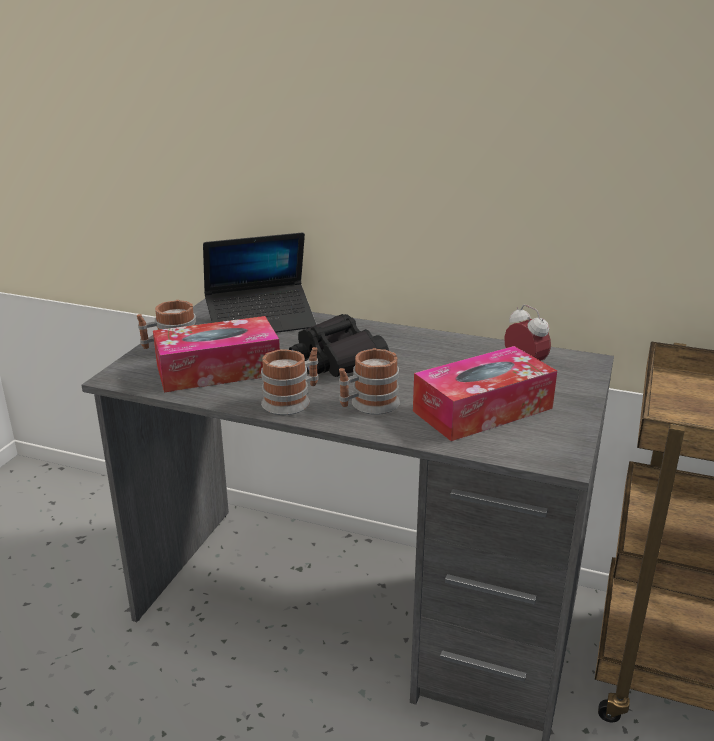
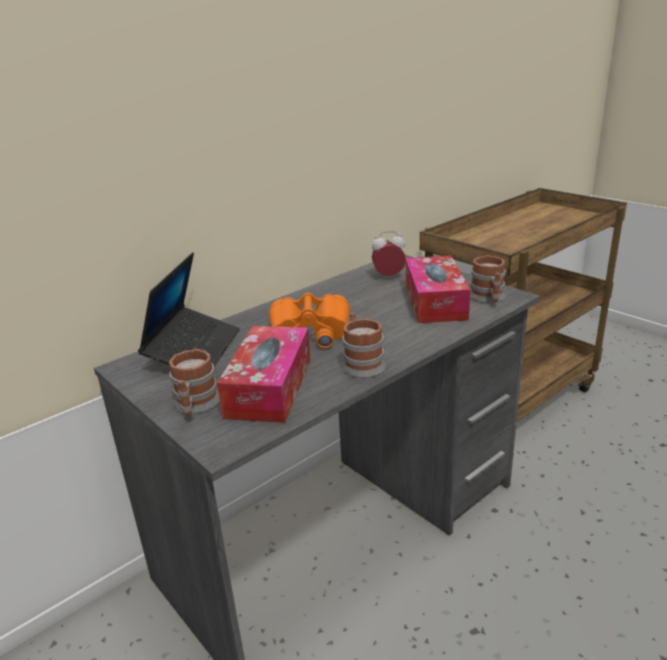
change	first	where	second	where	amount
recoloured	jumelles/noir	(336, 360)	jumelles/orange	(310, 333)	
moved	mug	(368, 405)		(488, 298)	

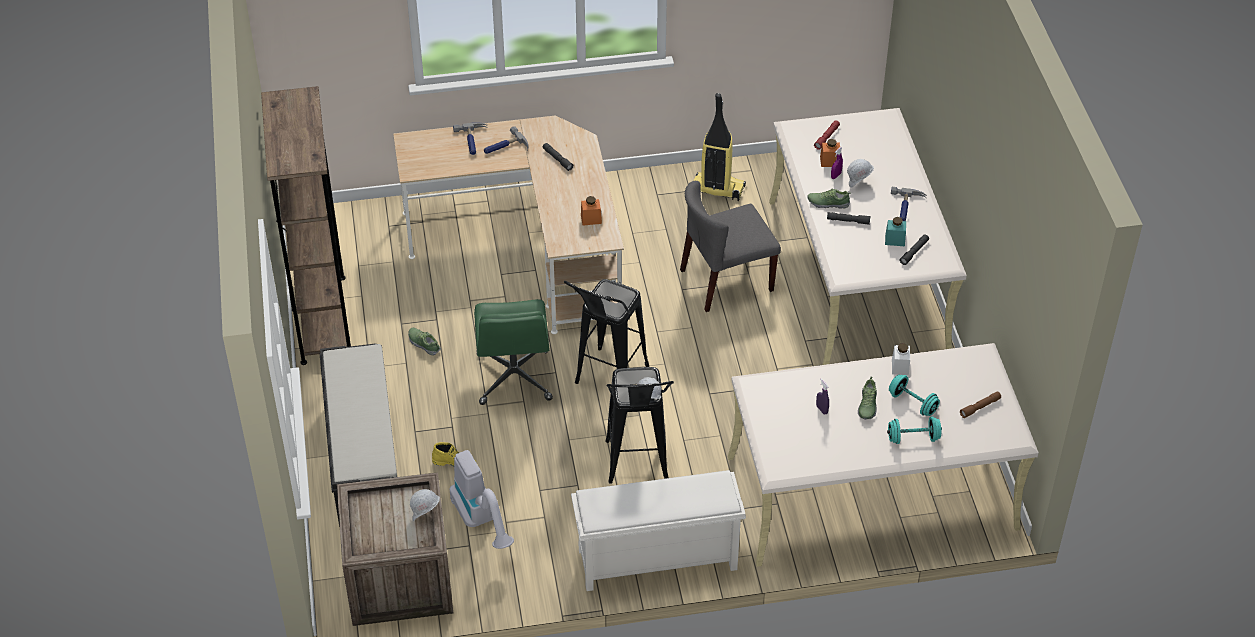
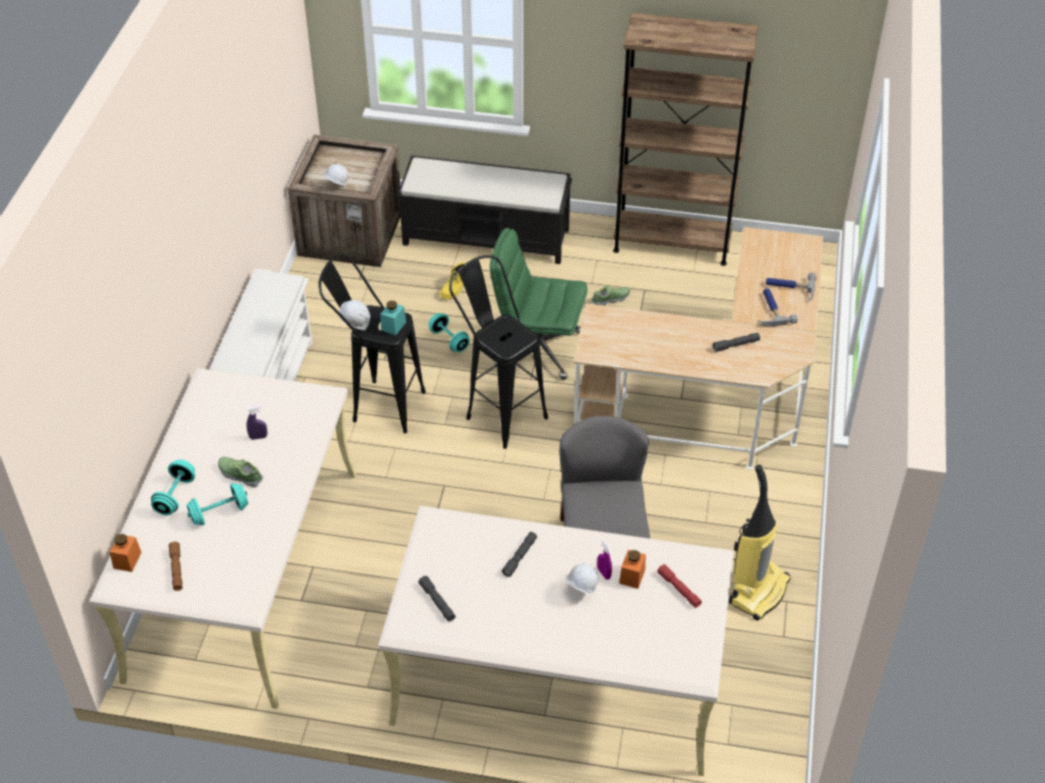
change	first	where	second	where	amount
moved	bocal/orange	(591, 219)		(127, 560)	
moved	bocal/turquoise	(895, 240)		(393, 326)	
added			haltère/turquoise	(449, 340)	
removed	aspirateur	(482, 522)			
removed	chaussure	(828, 203)			
removed	marteau	(906, 208)			
removed	bocal/blanc	(900, 367)			

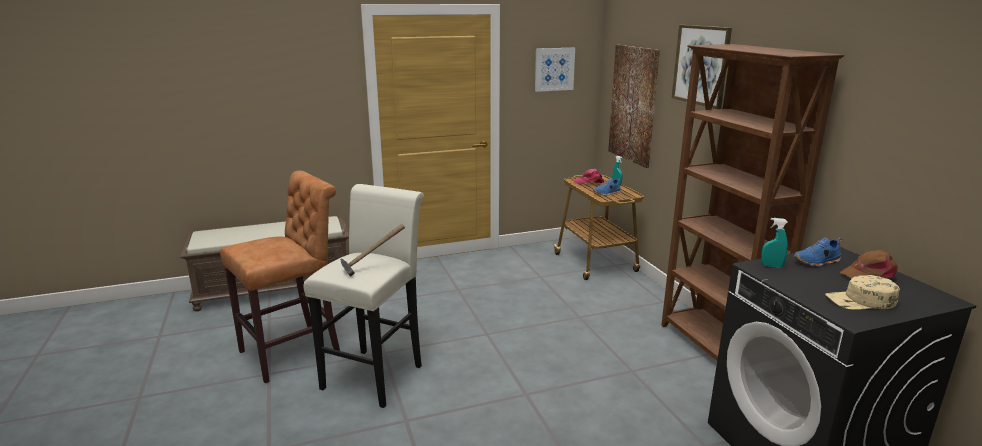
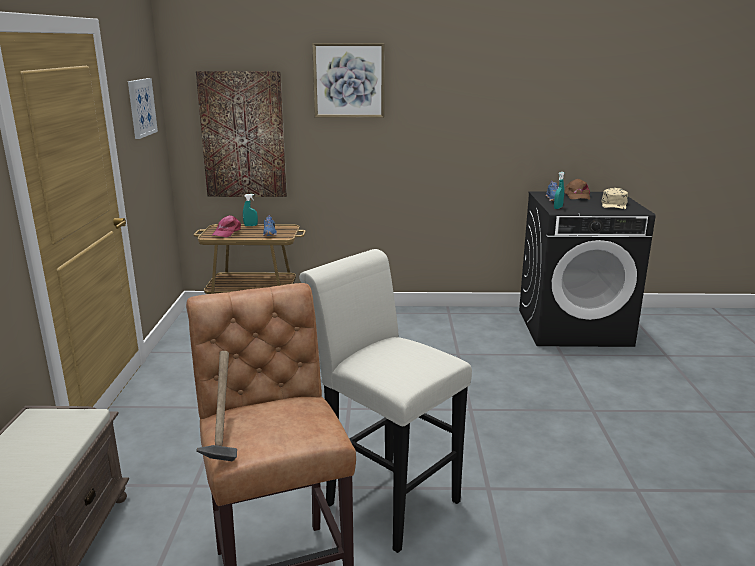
change	first	where	second	where	amount
moved	marteau	(372, 268)		(222, 438)	
removed	bibliothèque/marron	(714, 350)			

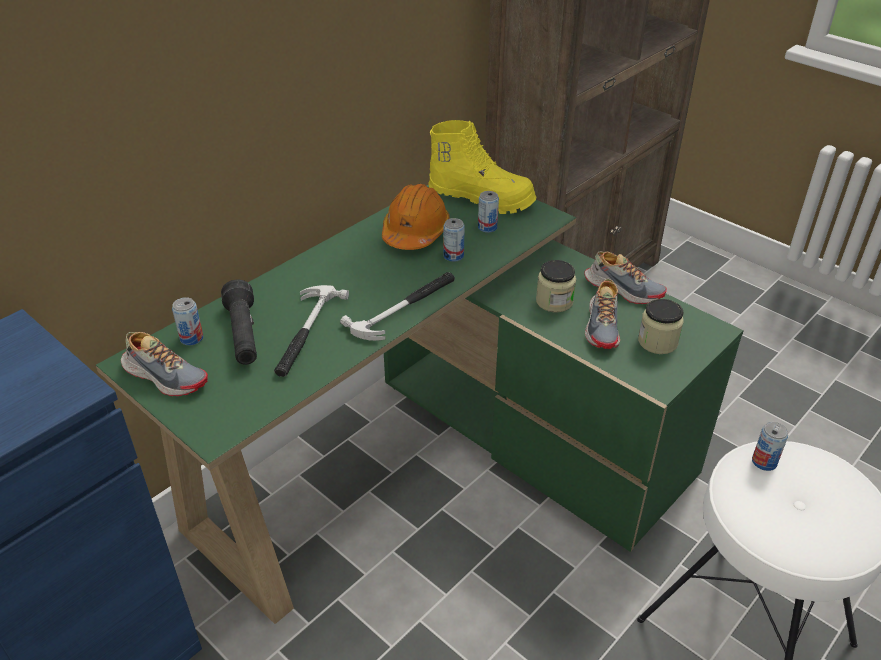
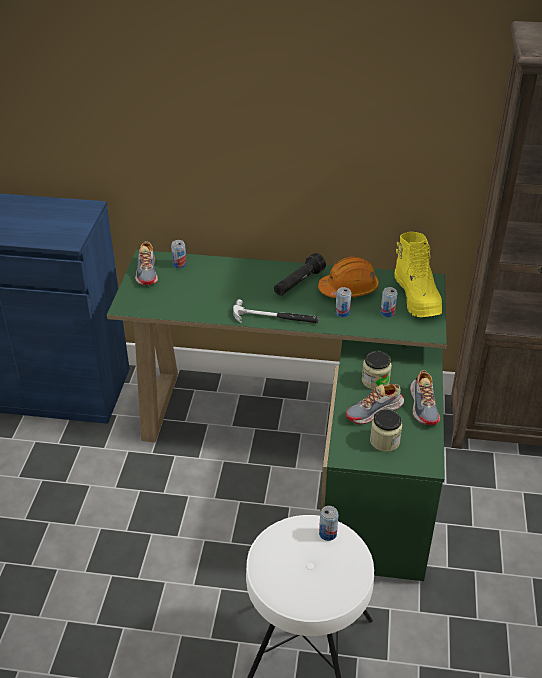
change	first	where	second	where	amount
moved	lampe de poche/noir	(243, 335)		(298, 283)	
removed	marteau	(305, 332)			

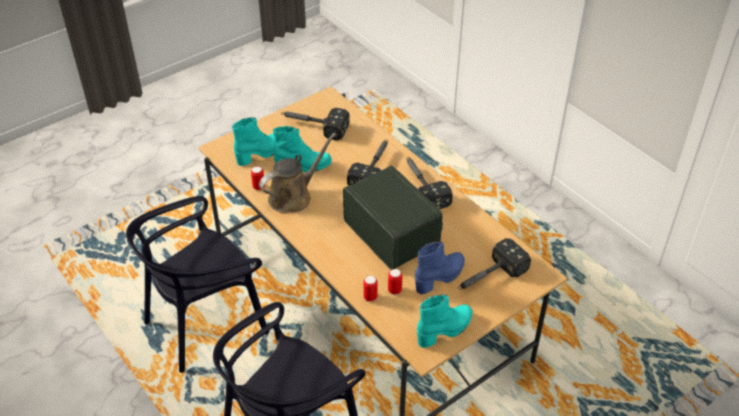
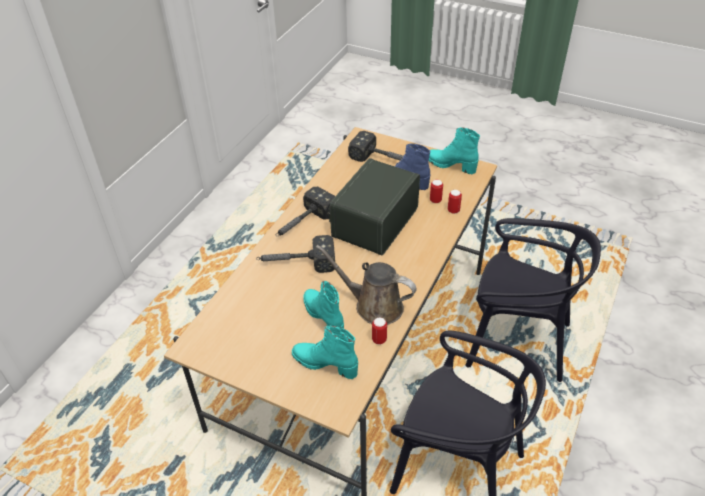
change	first	where	second	where	amount
removed	marteau	(313, 126)			

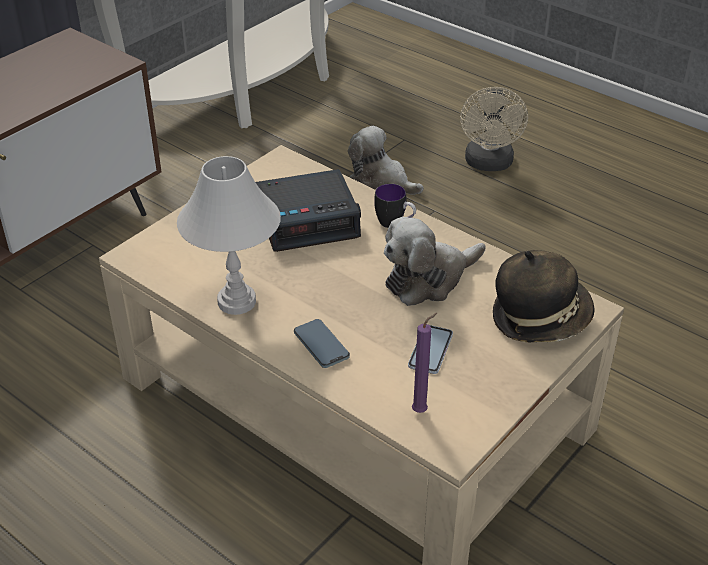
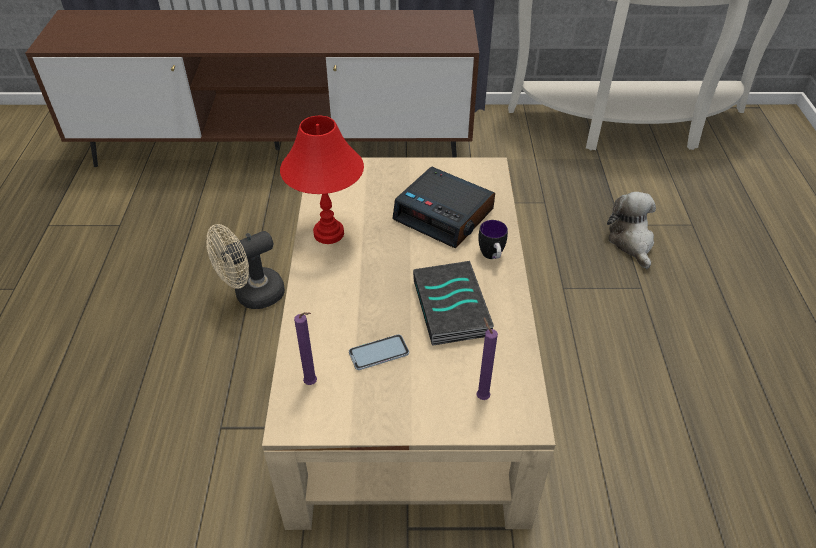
change	first	where	second	where	amount
moved	ventilateur/beige	(489, 164)		(252, 296)	
recoloured	lampe de table/blanc	(236, 302)	lampe de table/rouge	(328, 234)	
replaced	peluche	(428, 279)	livre	(453, 308)	
replaced	chapeau	(540, 317)	bougie/violet	(481, 396)	
removed	téléphone	(321, 346)			

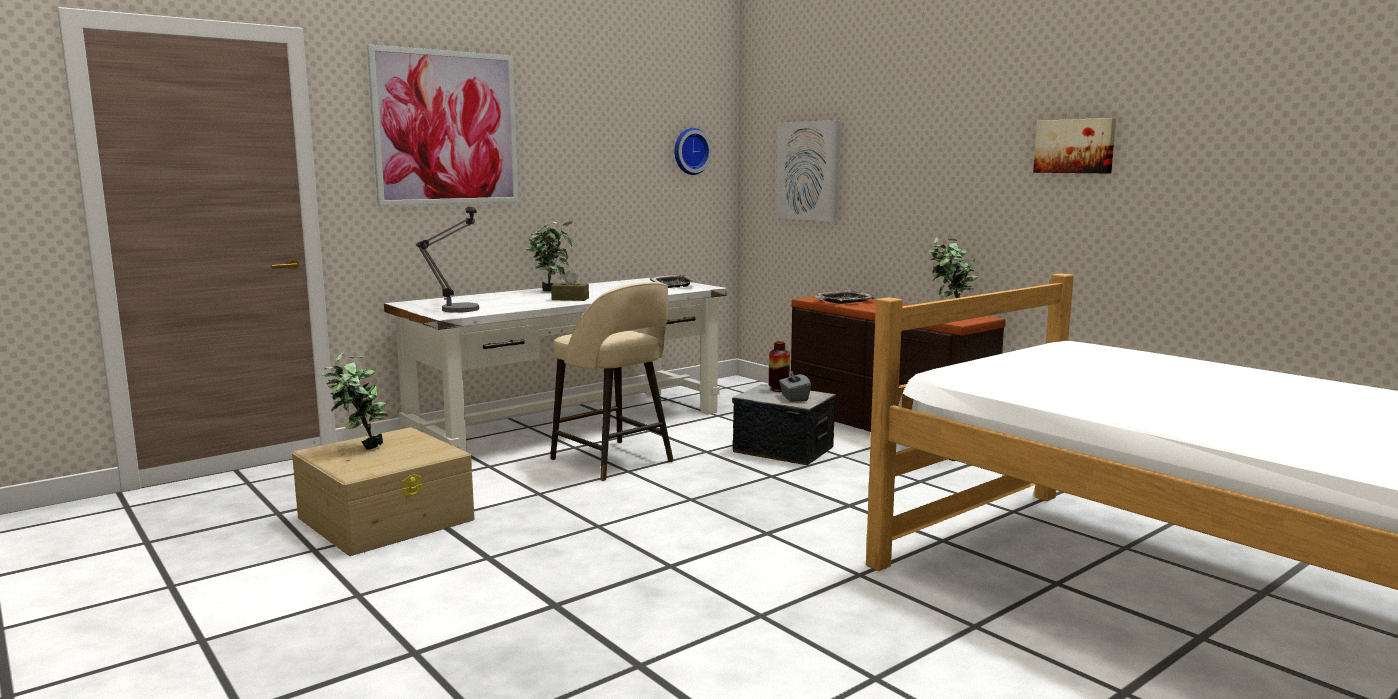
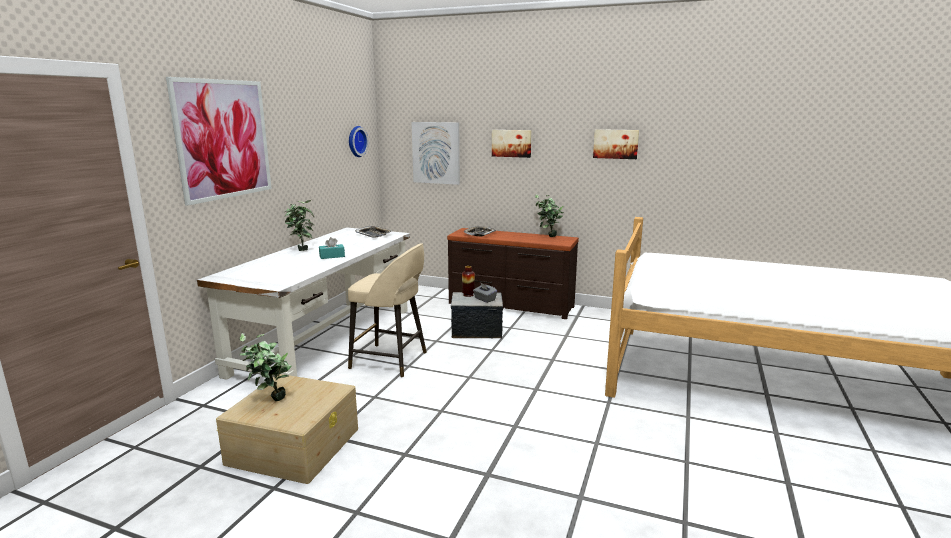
change	first	where	second	where	amount
recoloured	boîte à mouchoirs/marron	(570, 299)	boîte à mouchoirs/turquoise	(332, 256)	
added			tableau	(511, 143)	
removed	lampe de table	(462, 307)			

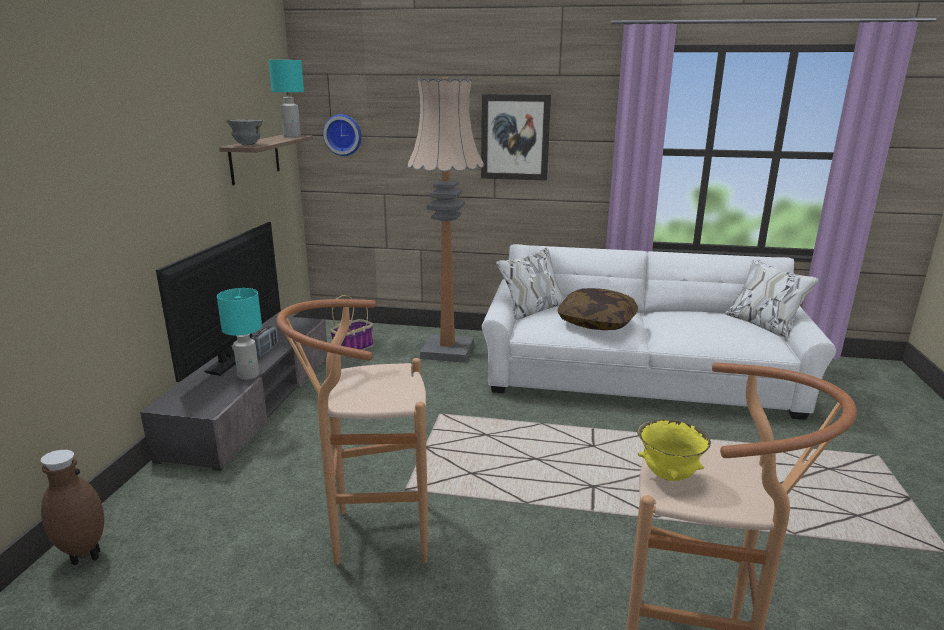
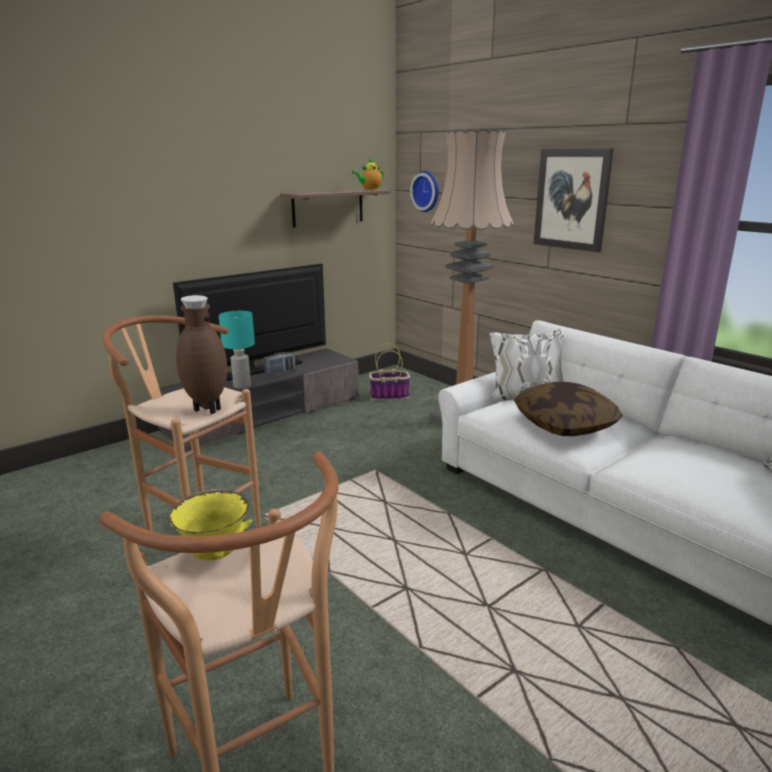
change	first	where	second	where	amount
moved	vase/marron	(83, 557)		(206, 409)	
replaced	lampe de table/turquoise	(292, 136)	théière	(369, 189)	
removed	bol/gris	(247, 145)			

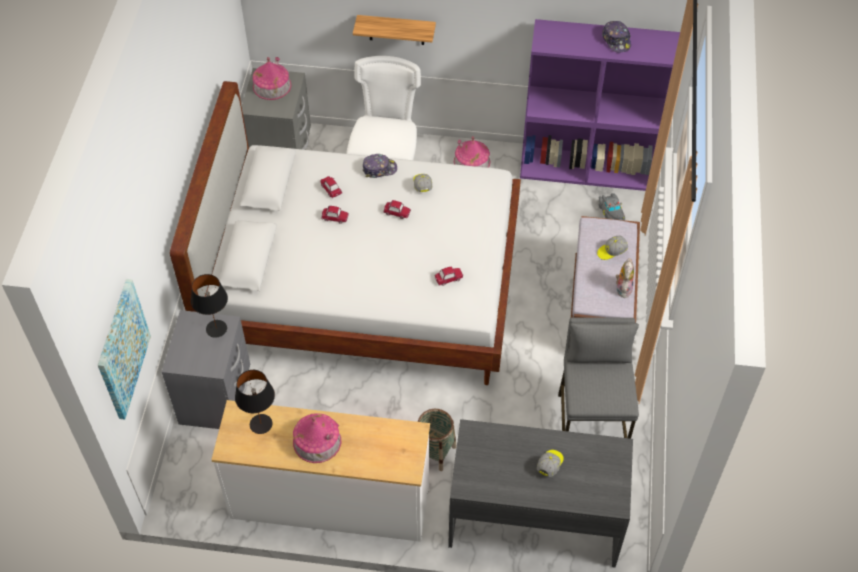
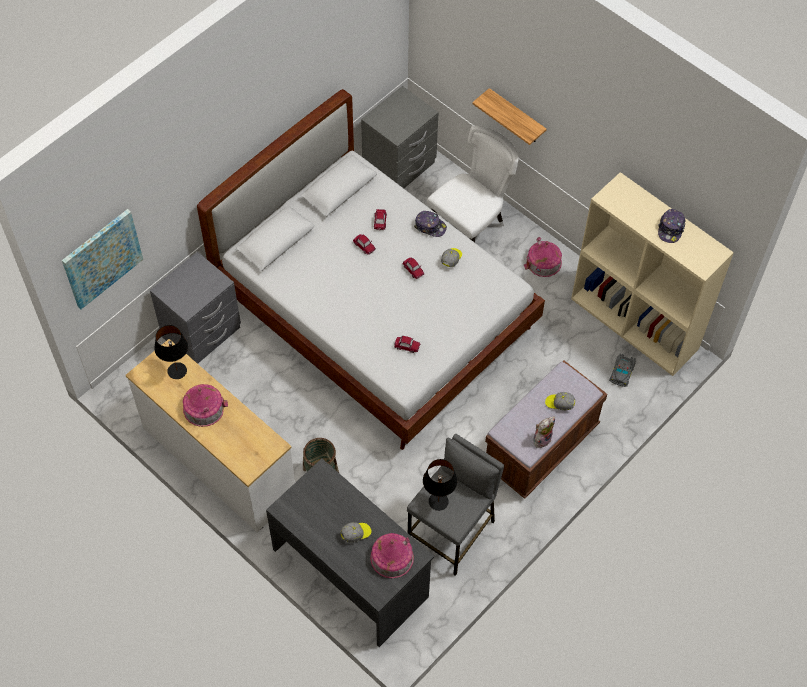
change	first	where	second	where	amount
moved	maison miniature	(272, 86)		(392, 557)	
moved	lampe de table/noir	(216, 329)		(438, 501)	
recoloured	bibliothèque/violet	(587, 168)	bibliothèque/beige	(635, 324)	

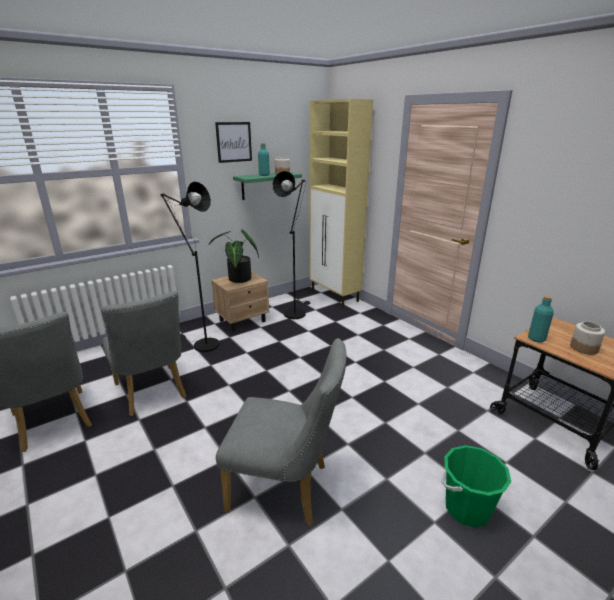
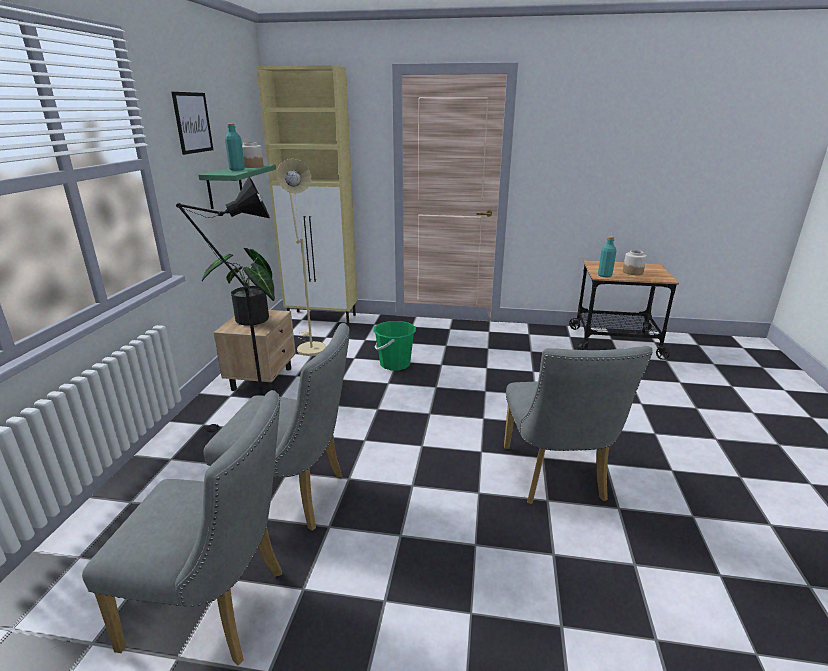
change	first	where	second	where	amount
recoloured	lampadaire/noir	(296, 312)	lampadaire/beige	(309, 347)	
moved	seau/vert	(467, 508)		(395, 364)	
turned	chaise/gris	(286, 488)		(556, 478)	120 degrees clockwise

